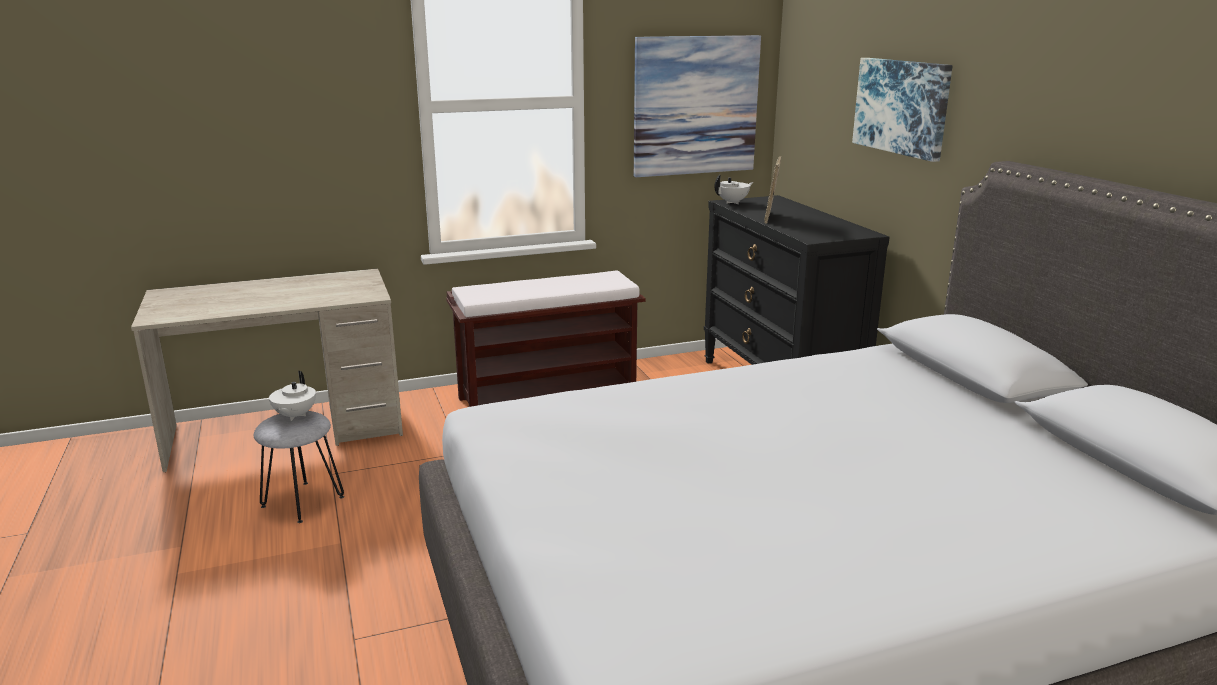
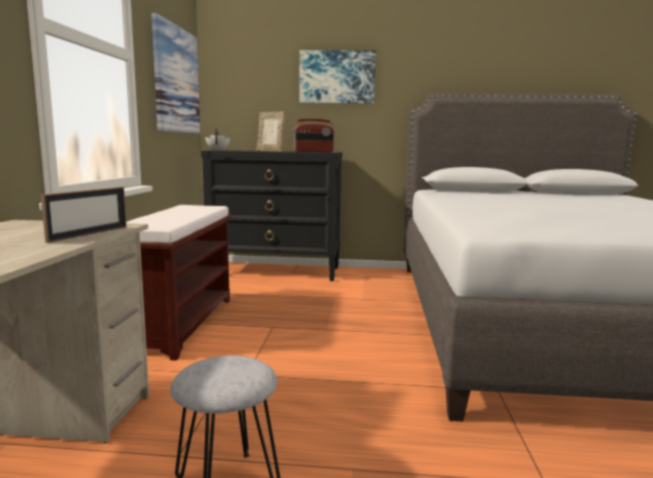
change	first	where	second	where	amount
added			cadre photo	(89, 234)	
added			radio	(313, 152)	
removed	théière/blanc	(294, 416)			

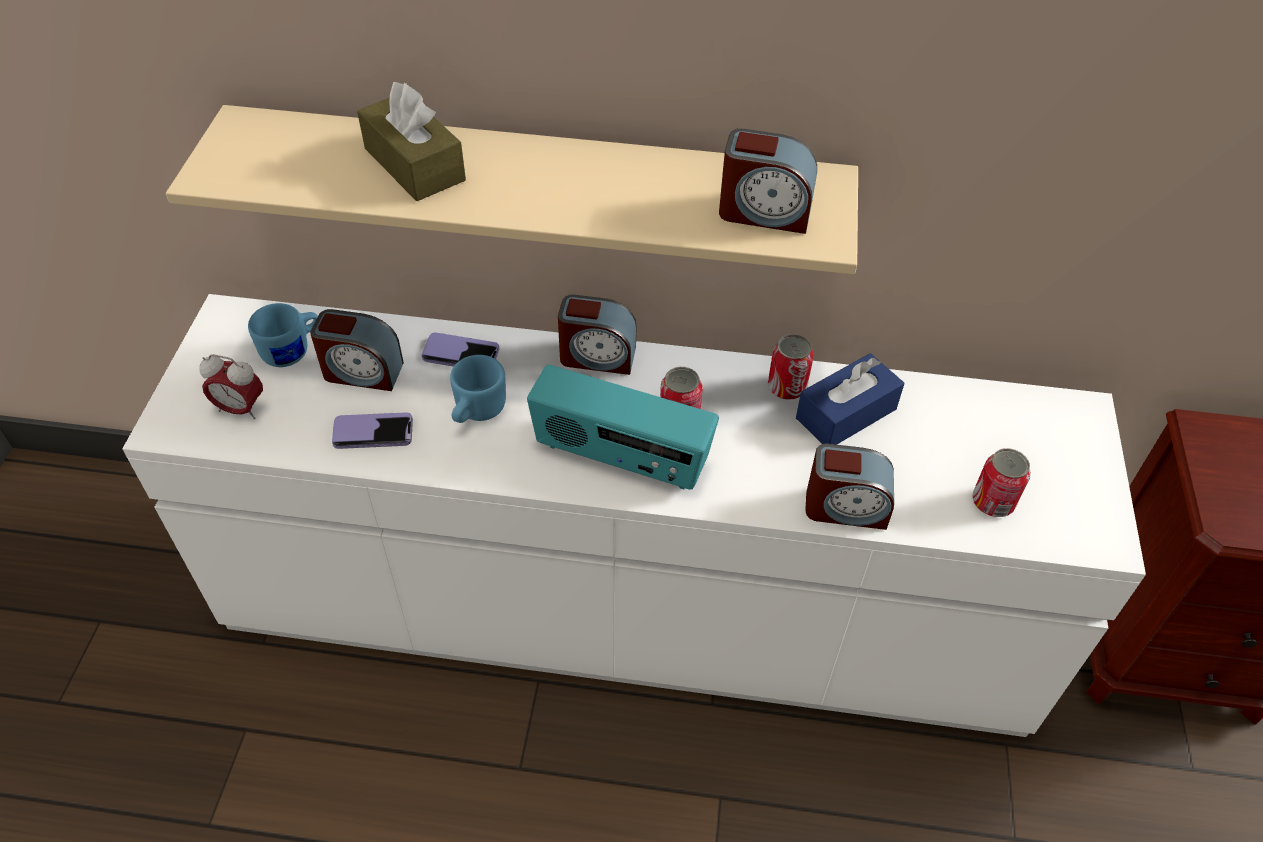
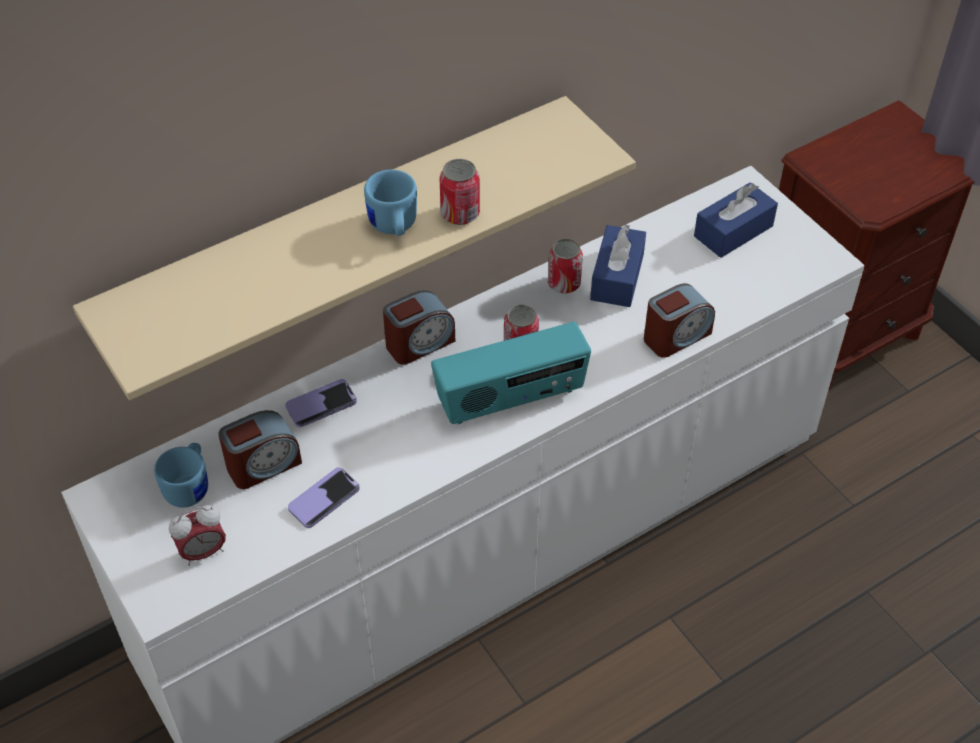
change	first	where	second	where	amount
moved	mug/bleu	(476, 412)		(393, 227)	
moved	boîte métallique	(993, 502)		(460, 213)	
added			boîte à mouchoirs/bleu	(733, 231)	
removed	boîte à mouchoirs/marron	(414, 164)			
removed	réveil	(764, 212)			

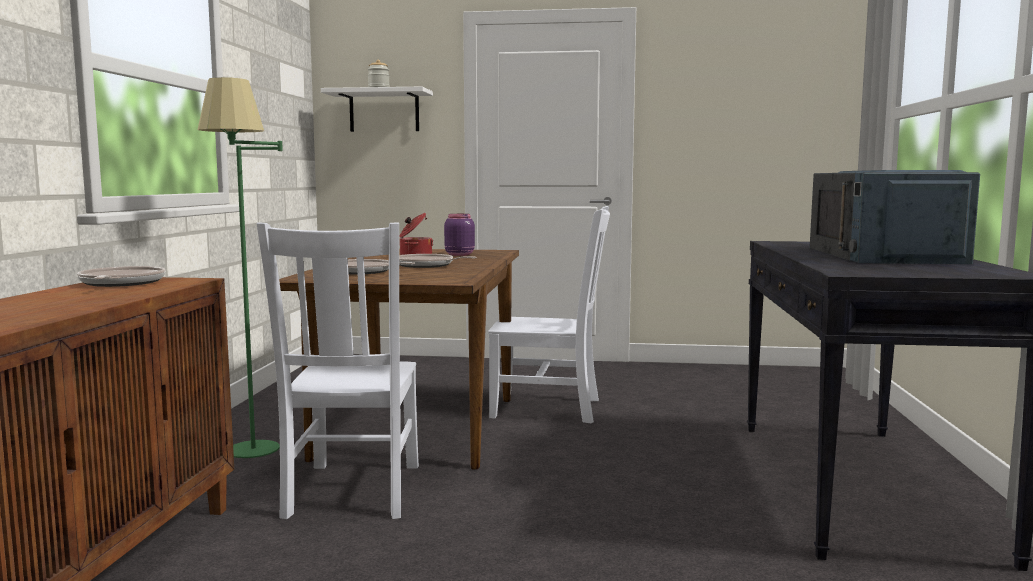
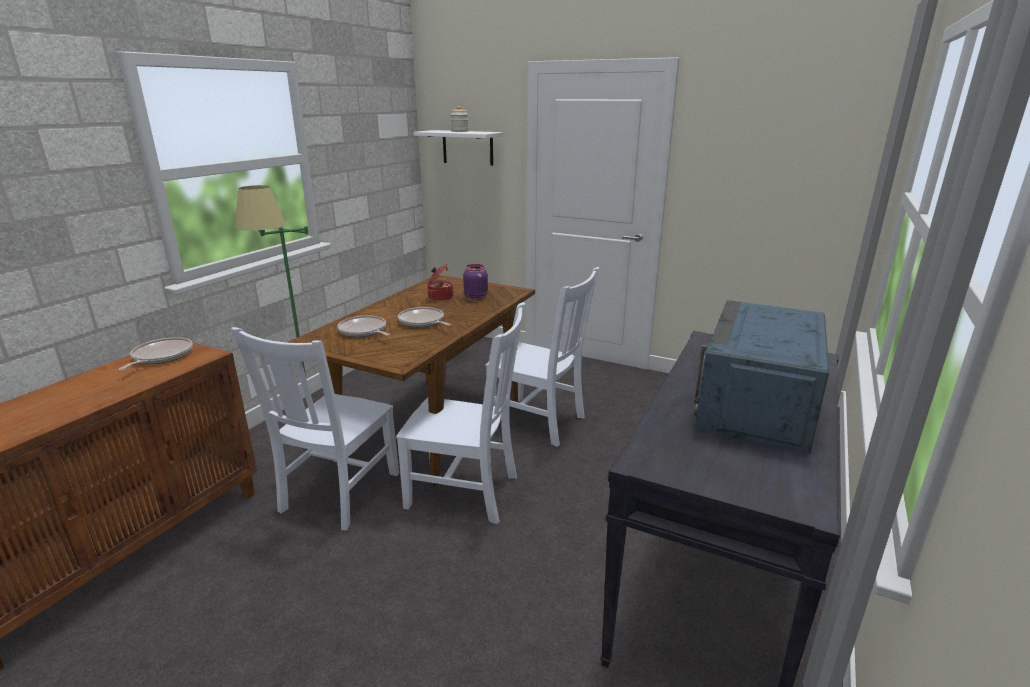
change	first	where	second	where	amount
added			chaise/blanc	(466, 492)	

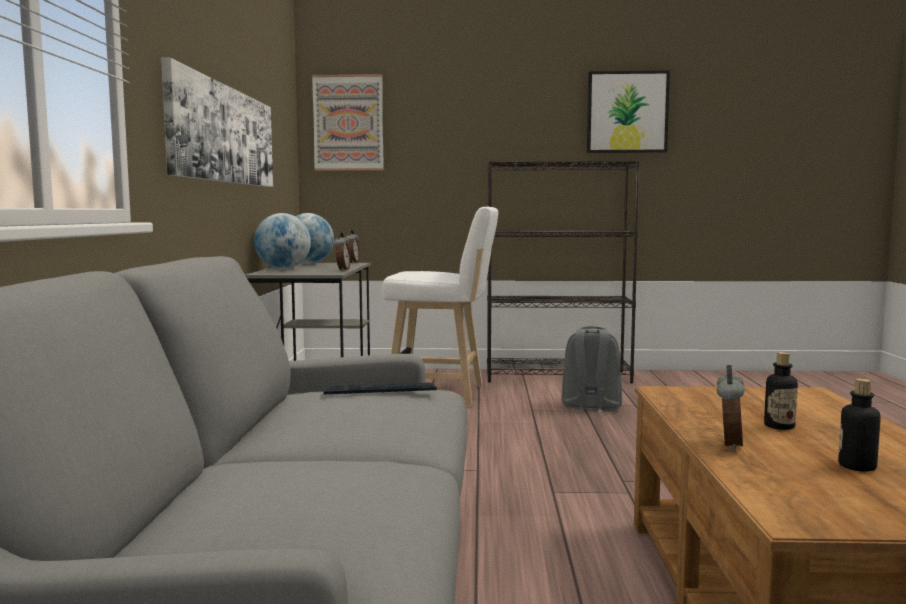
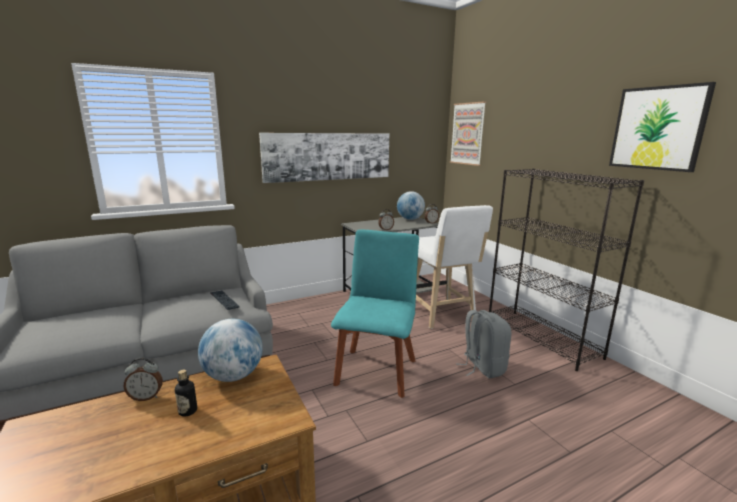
change	first	where	second	where	amount
moved	globe	(283, 269)		(233, 376)	
added			chaise/turquoise	(376, 369)	
removed	bouteille	(857, 466)			

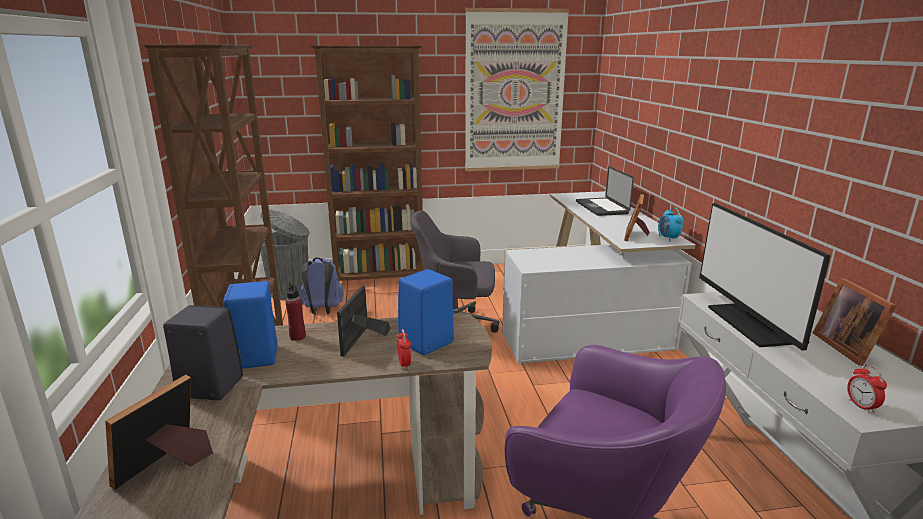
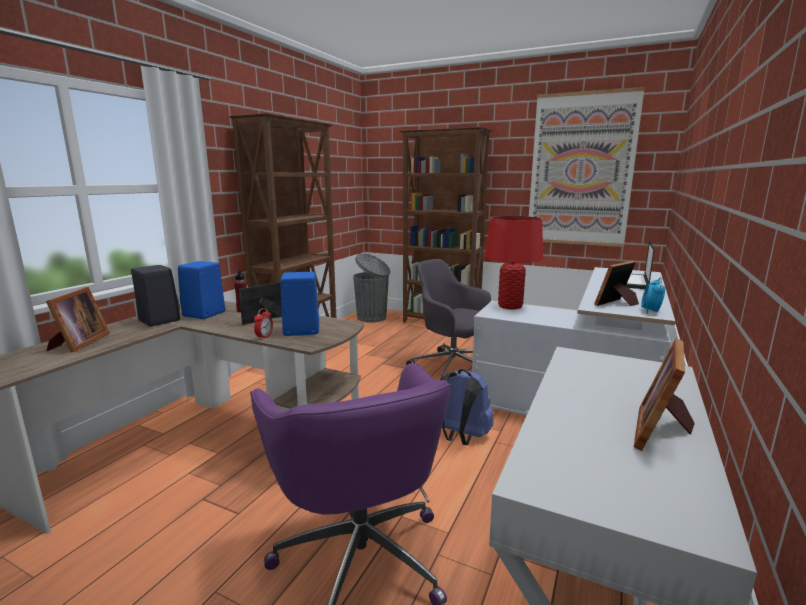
change	first	where	second	where	amount
turned	cadre photo	(167, 464)		(78, 343)	120 degrees clockwise
moved	sac à dos/bleu	(322, 310)		(462, 437)	
added			lampe de table/rouge	(510, 306)	
removed	écran d'ordinateur	(753, 324)			
removed	réveil	(861, 406)			

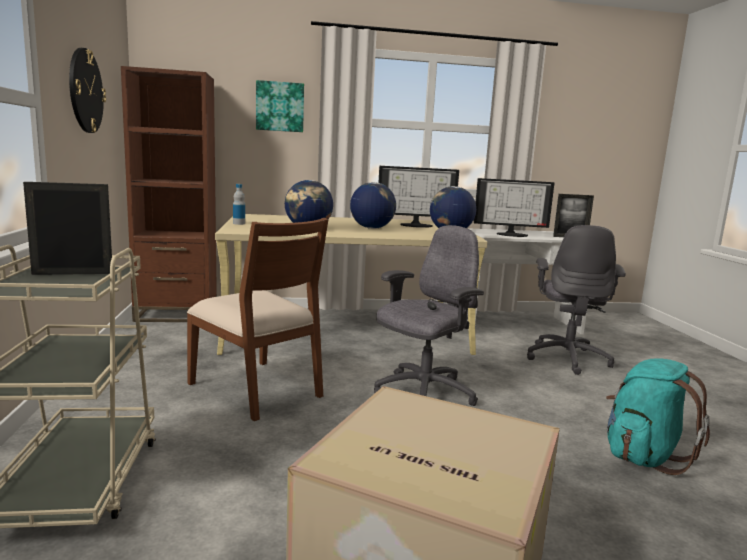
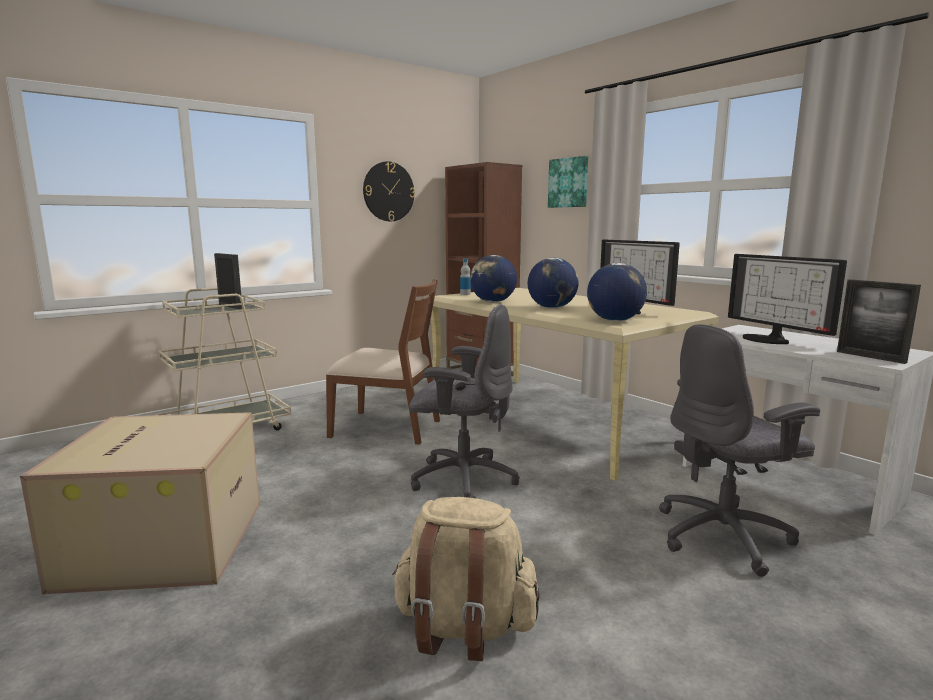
change	first	where	second	where	amount
turned	chaise/marron	(257, 389)		(387, 428)	90 degrees counterclockwise
recoloured	sac à dos/turquoise	(643, 456)	sac à dos/beige	(463, 627)	

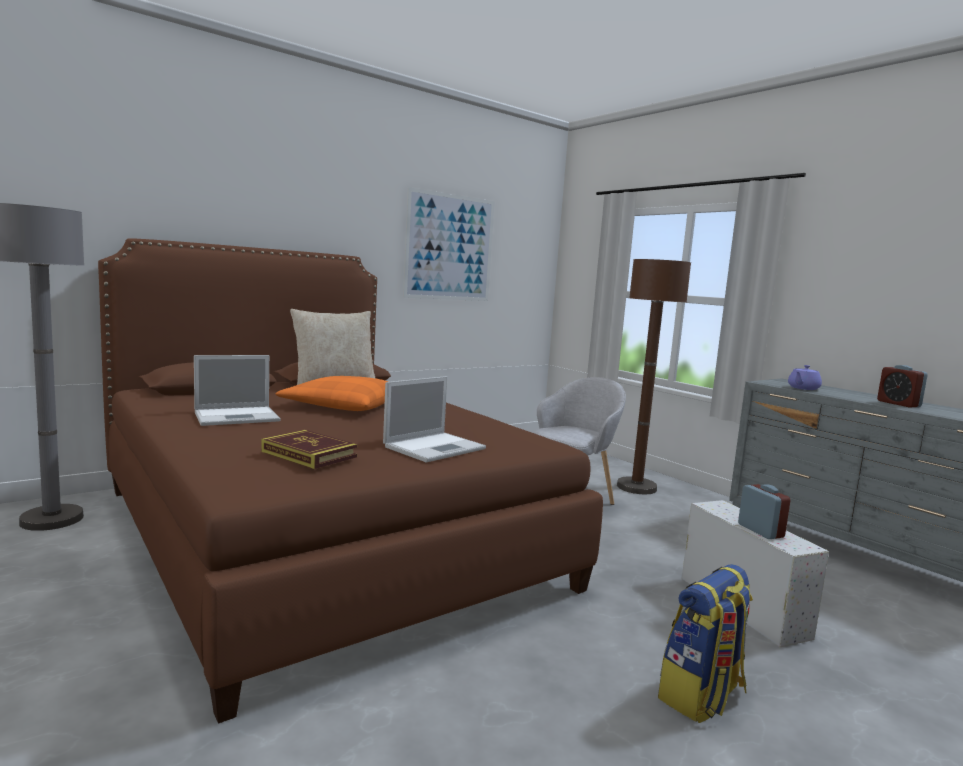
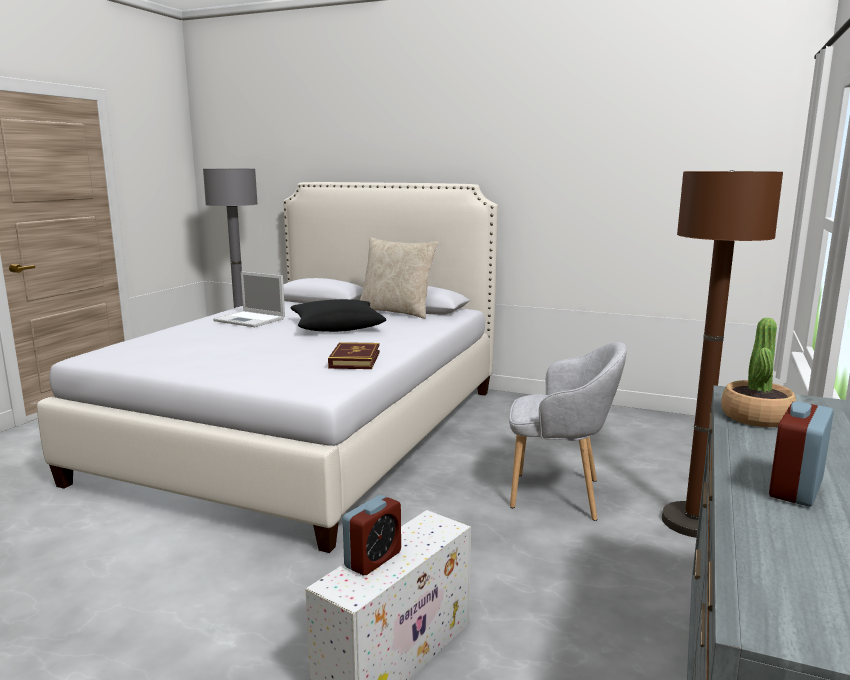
change	first	where	second	where	amount
recoloured	lit/marron	(319, 535)	lit/blanc	(309, 431)	
recoloured	coussin/orange	(343, 406)	coussin/noir	(337, 326)	
moved	livre	(309, 454)		(355, 360)	
replaced	théière/violet	(803, 388)	plante en pot	(756, 417)	
removed	ordinateur portable	(435, 447)			
removed	tableau	(449, 247)			
removed	sac à dos	(702, 696)			

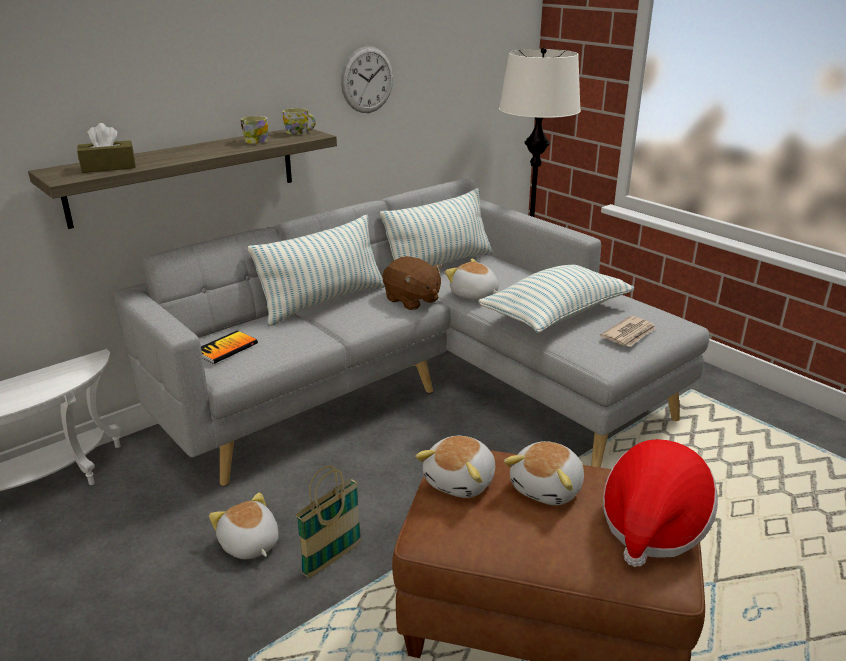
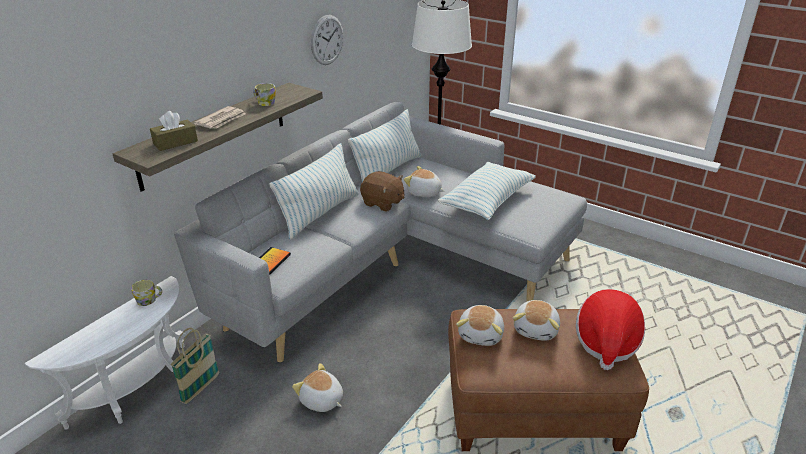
change	first	where	second	where	amount
moved	mug	(300, 132)		(149, 300)	
moved	panier	(332, 559)		(200, 388)	
moved	journal	(629, 334)		(222, 120)	

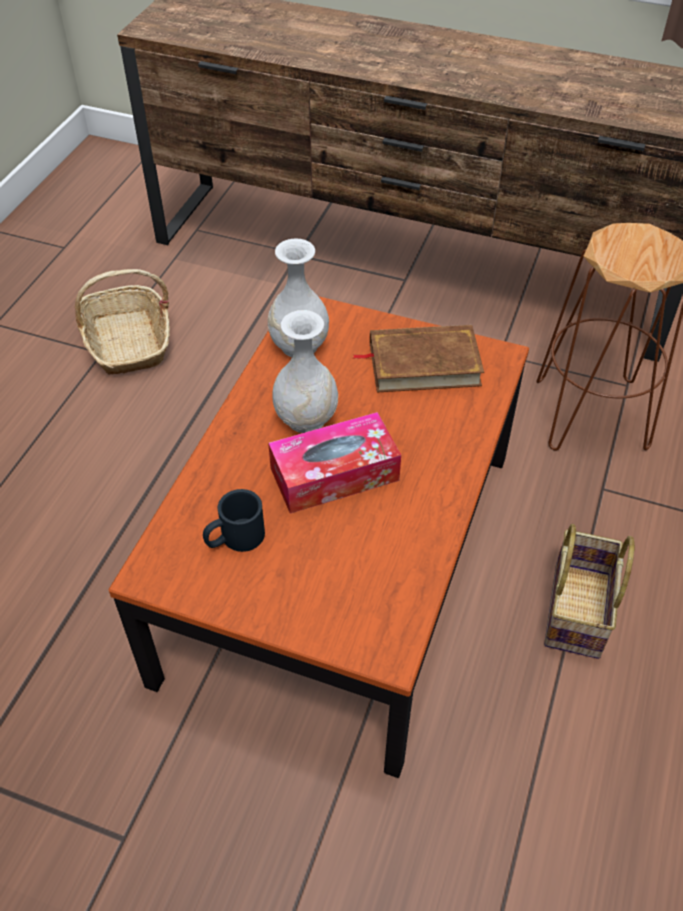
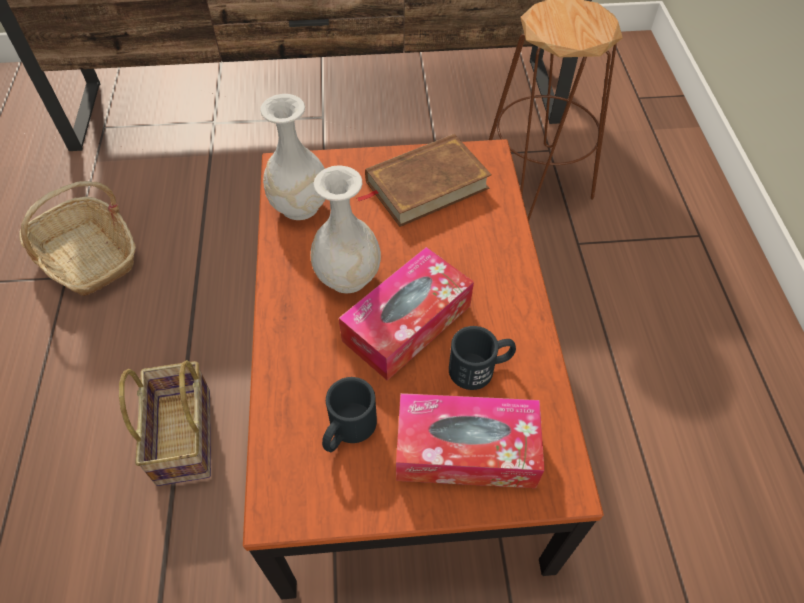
change	first	where	second	where	amount
moved	panier	(578, 612)		(186, 438)	
added			boîte à mouchoirs	(466, 450)	
added			mug/noir	(480, 368)	

